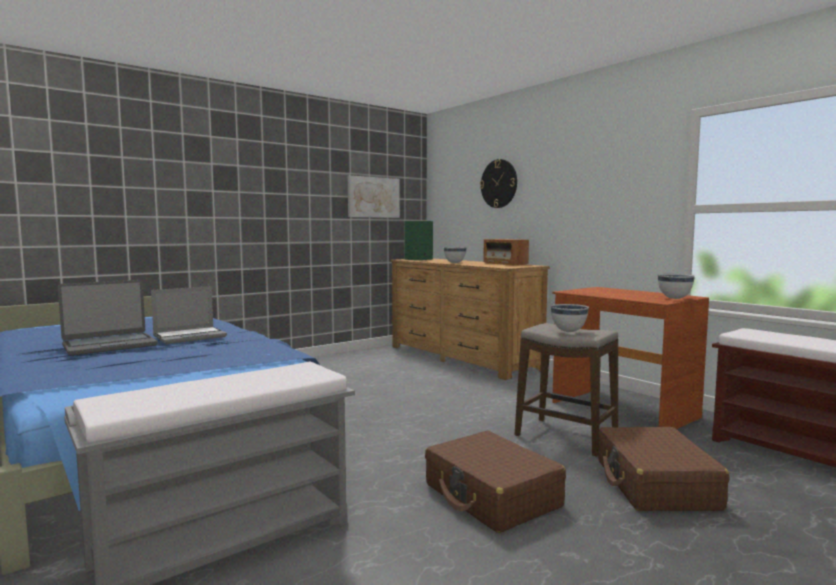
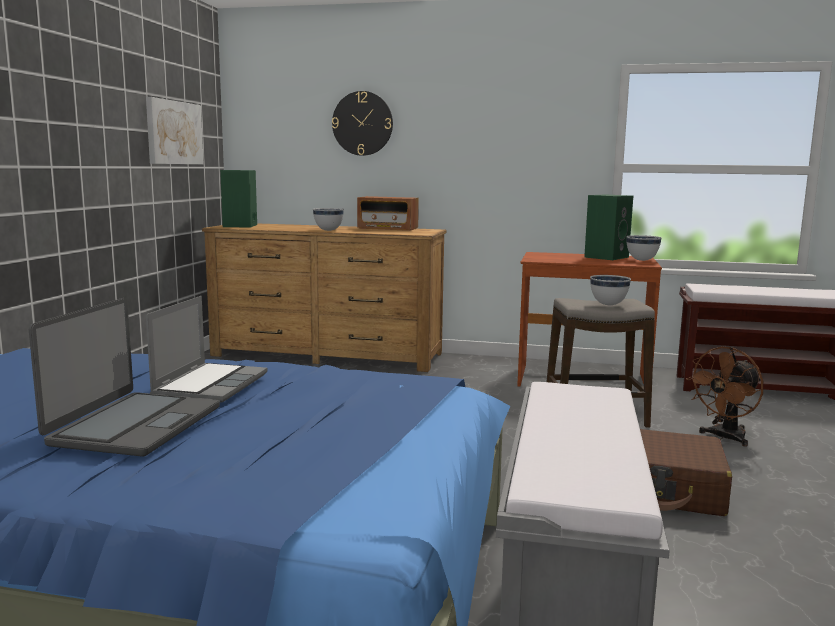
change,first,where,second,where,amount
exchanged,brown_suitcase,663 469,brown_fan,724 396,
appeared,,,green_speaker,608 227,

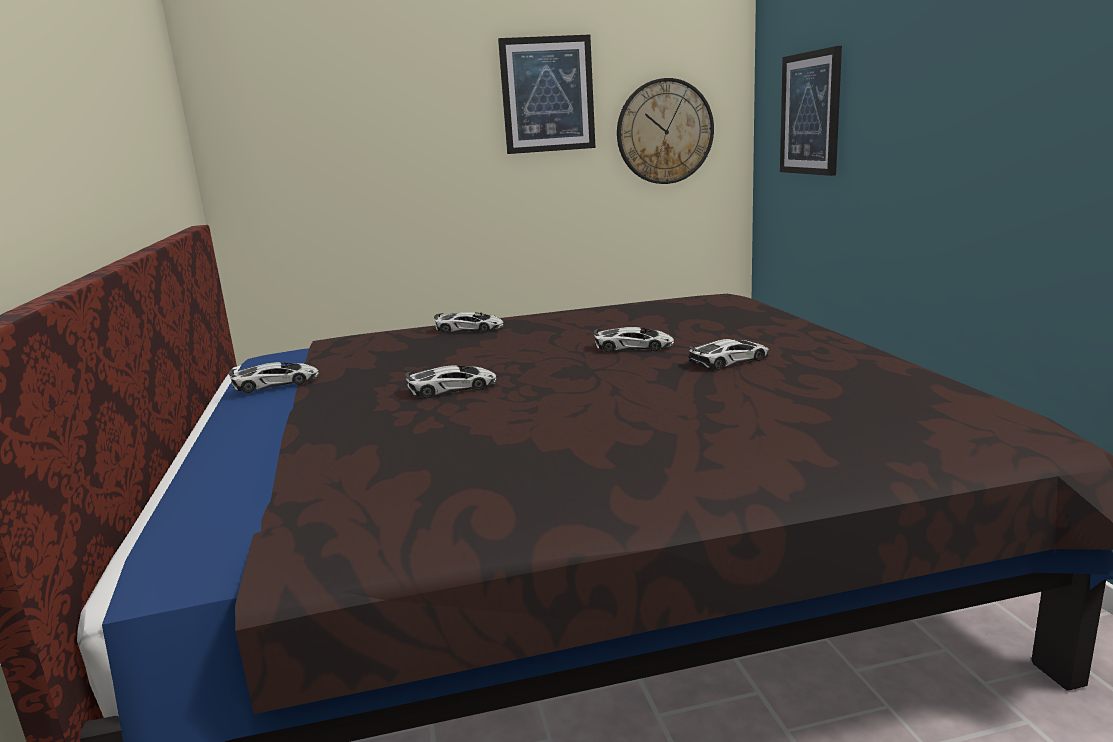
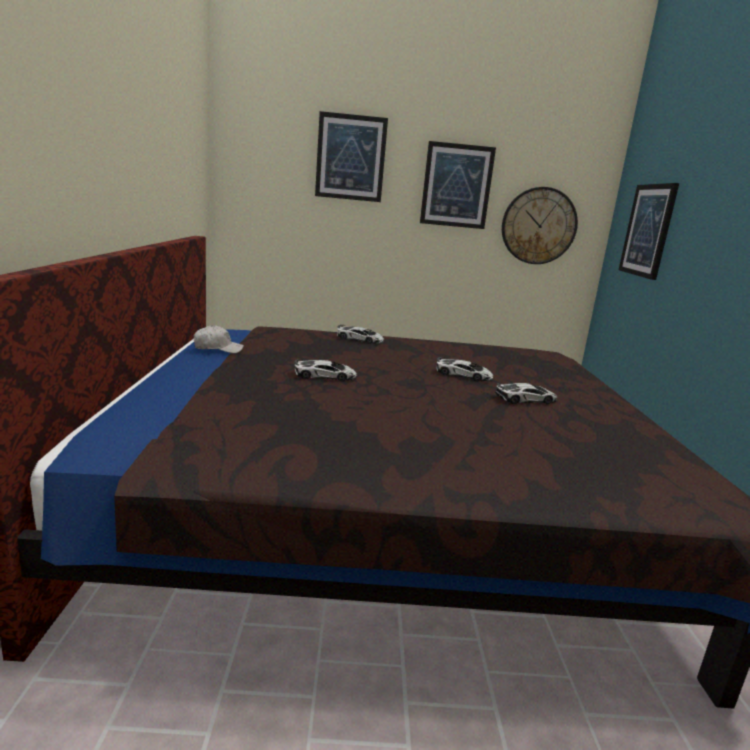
change,first,where,second,where,amount
exchanged,toy_car,273 377,white_cap,219 339,
appeared,,,picture,351 156,

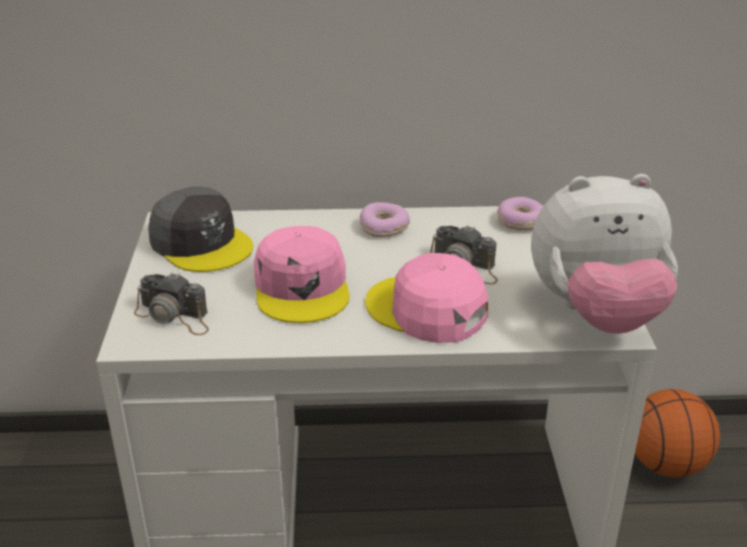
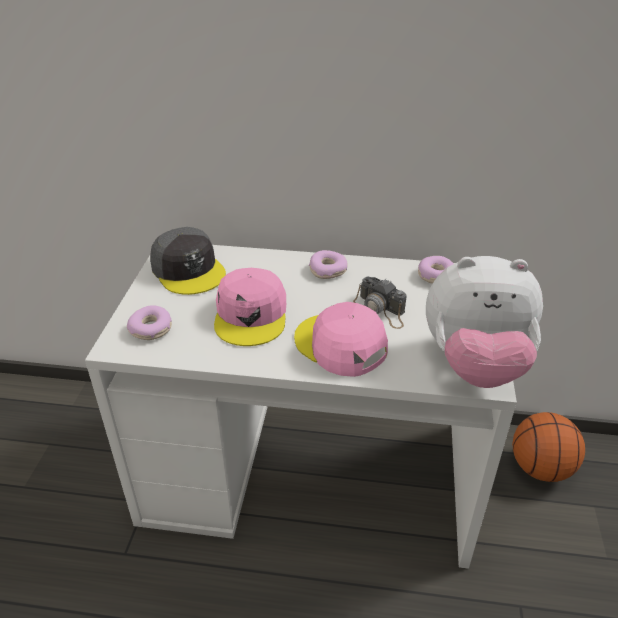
change,first,where,second,where,amount
exchanged,photo_camera,171 303,donut,149 322,

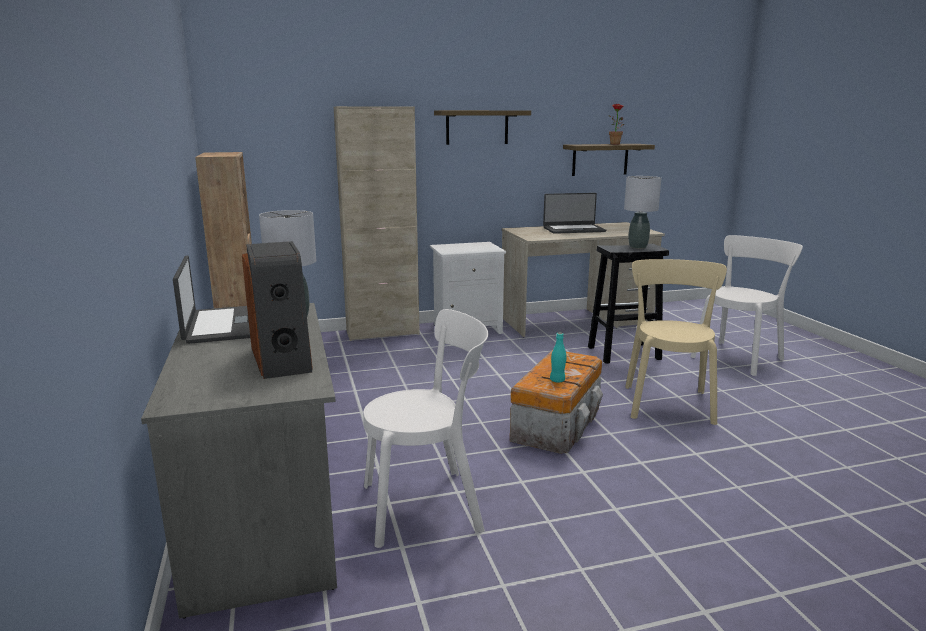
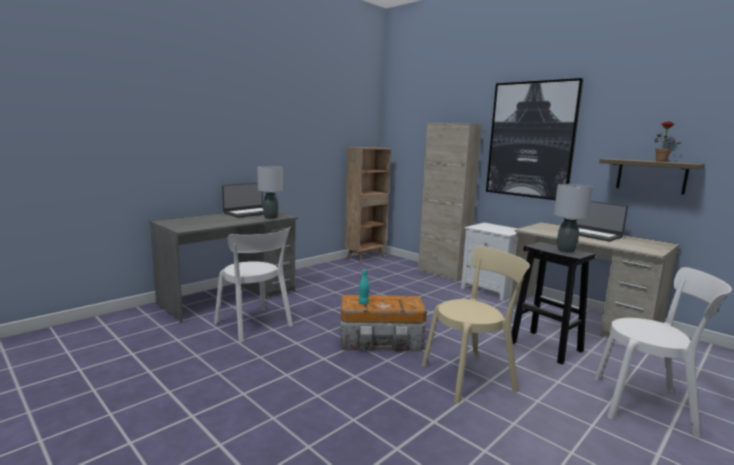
change,first,where,second,where,amount
missing,speaker,277 310,,,
exchanged,shelf,482 127,picture,535 139,

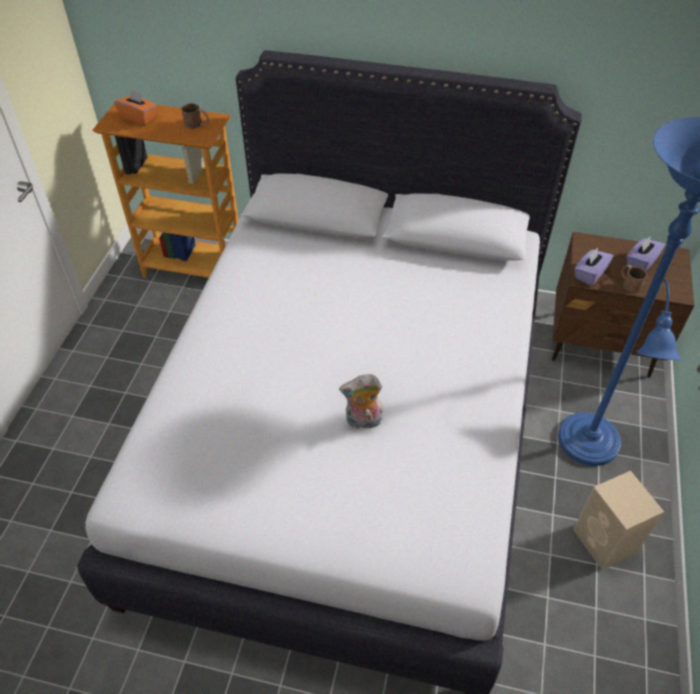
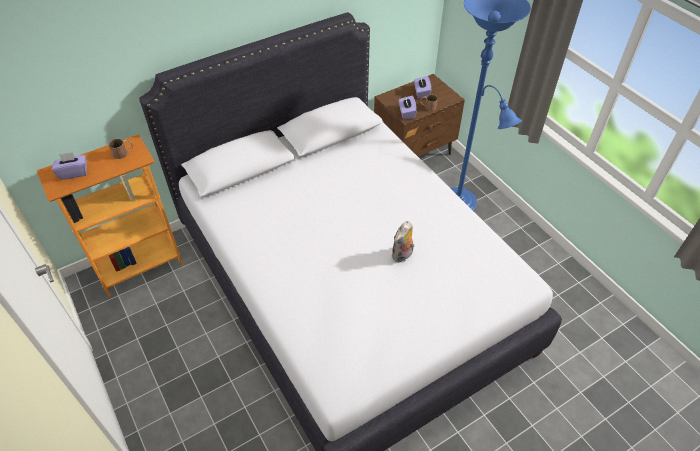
change,first,where,second,where,amount
colour,orange_tissue_box,135 107,purple_tissue_box,69 166,
missing,beige_speaker,618 520,,,

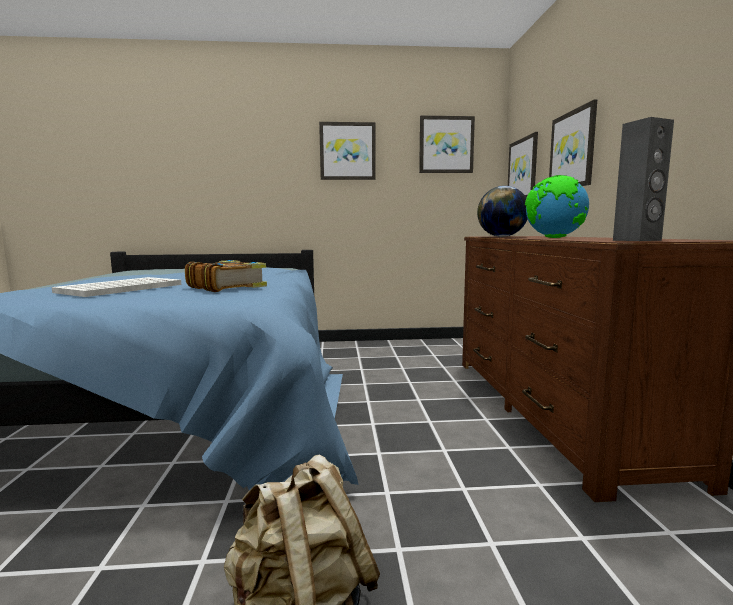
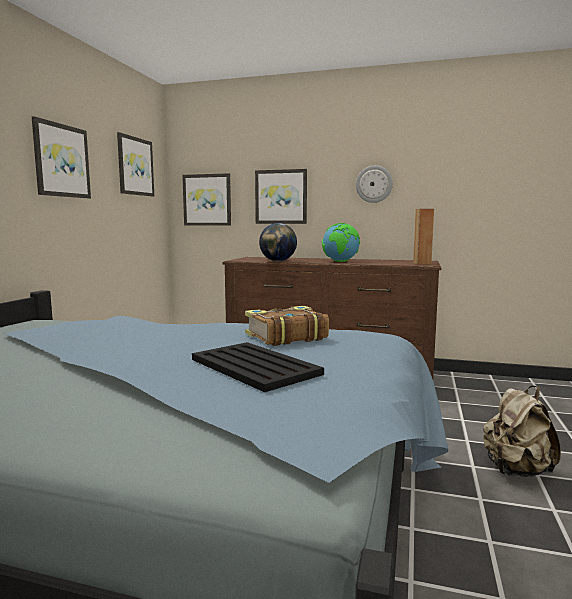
change,first,where,second,where,amount
colour,white_tray,116 287,black_tray,258 367,
colour,grey_speaker,643 179,brown_speaker,423 237,
appeared,,,wall_clock,374 184,

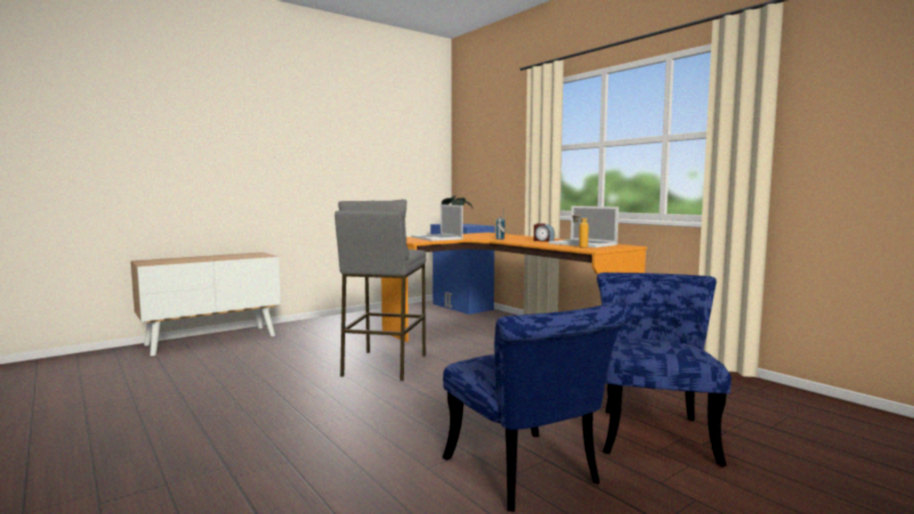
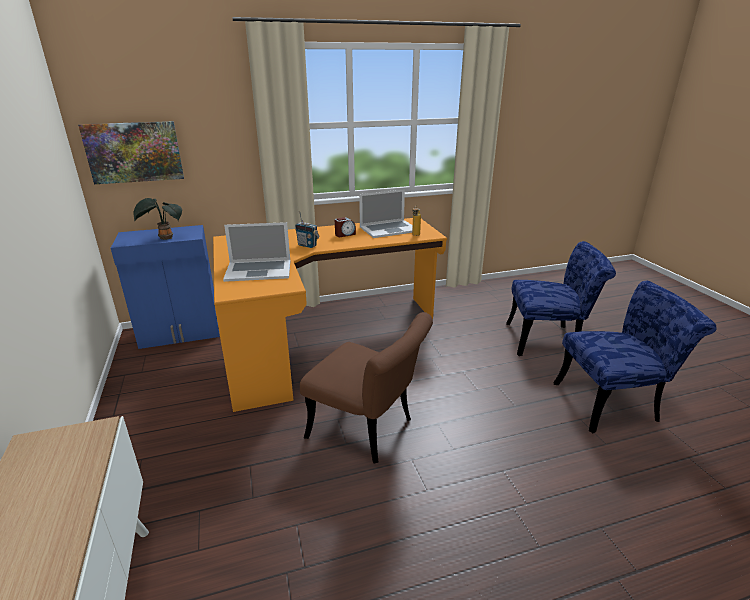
change,first,where,second,where,amount
exchanged,grey_stool,380 290,brown_chair,366 388,
spun,blue_chair,664 369,,561 298,150 degrees clockwise
appeared,,,picture,131 152,

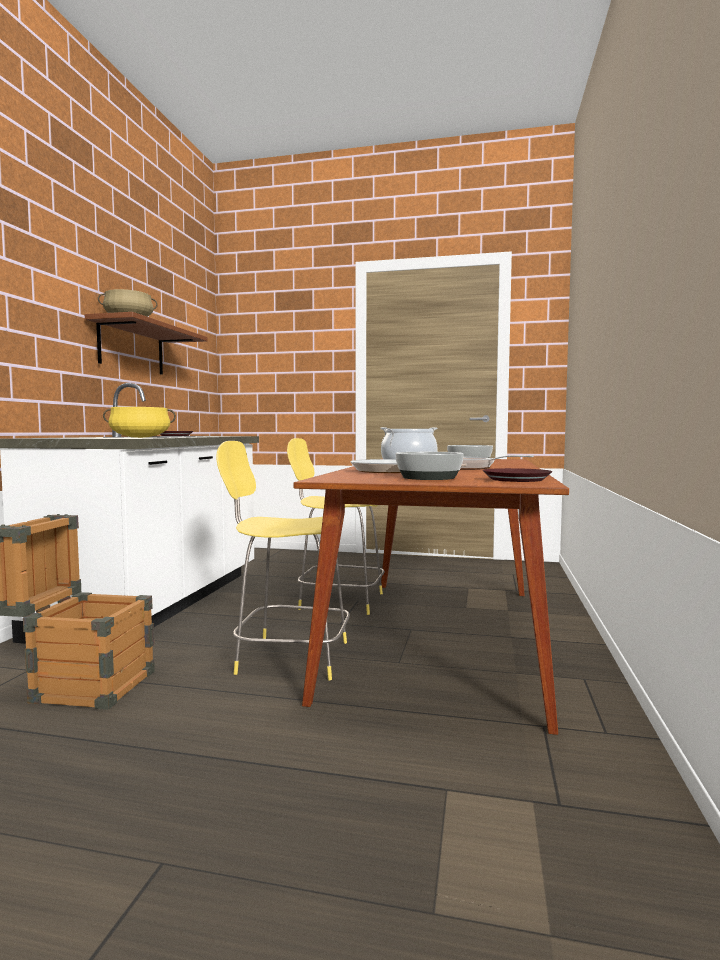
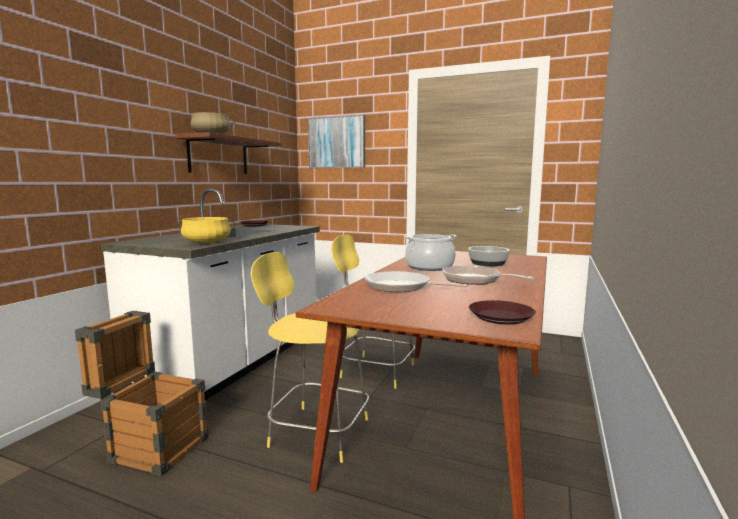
change,first,where,second,where,amount
missing,bowl,429 466,,,
appeared,,,picture,336 141,

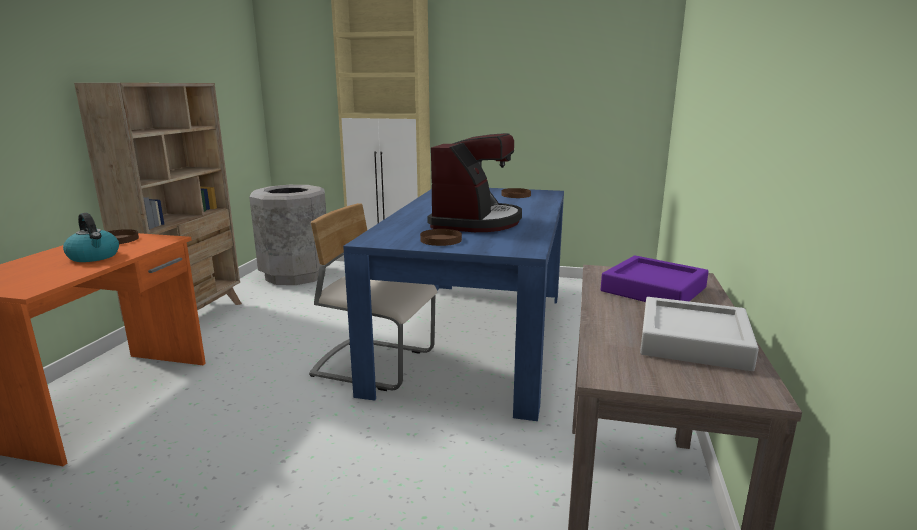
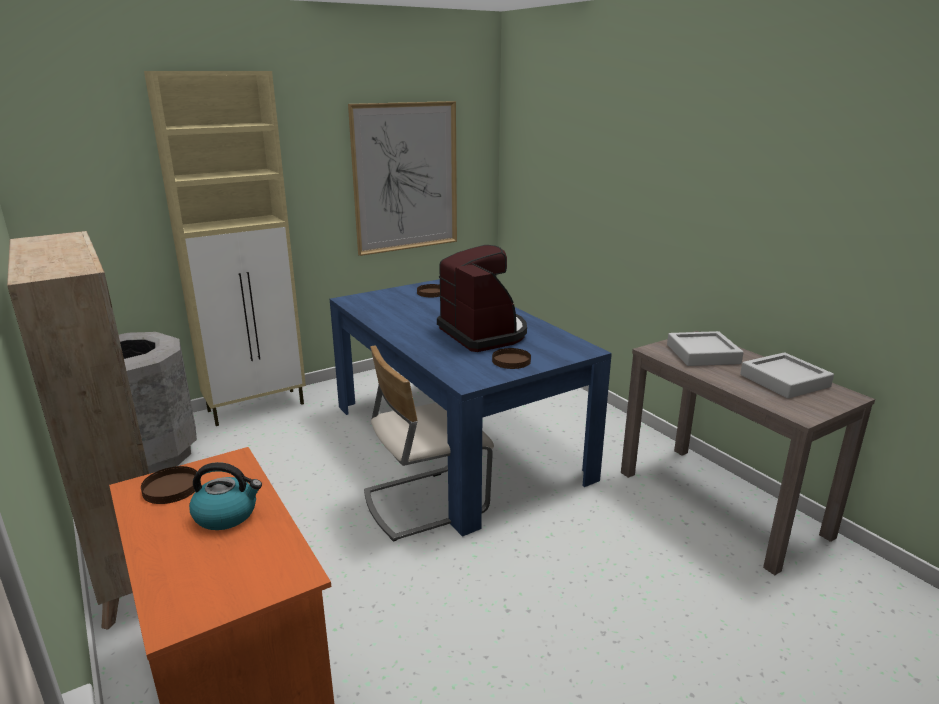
change,first,where,second,where,amount
colour,purple_tray,655 278,grey_tray,705 348,
appeared,,,picture,402 178,

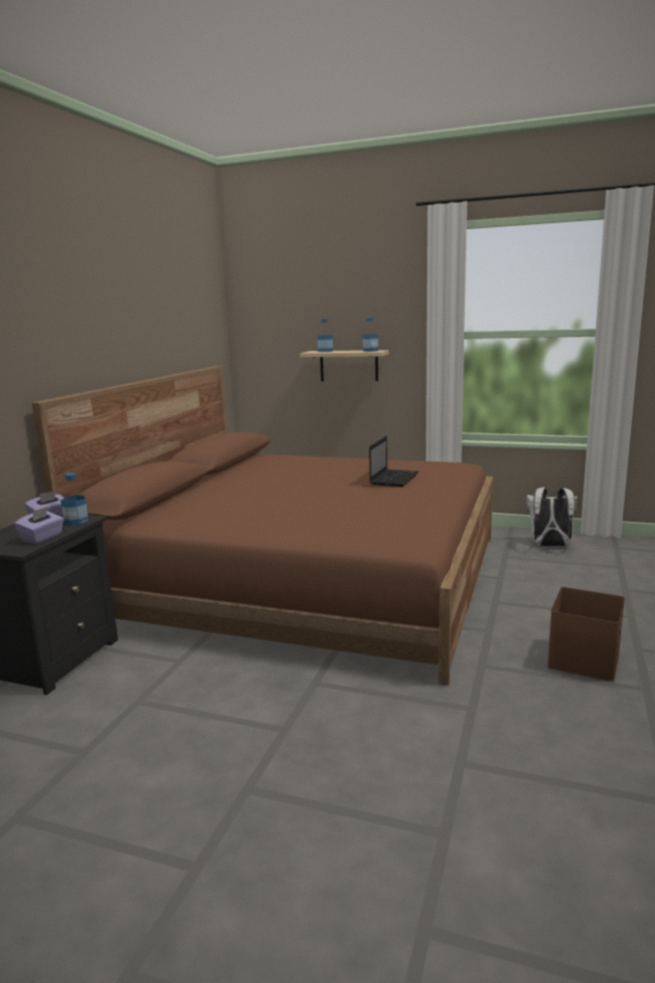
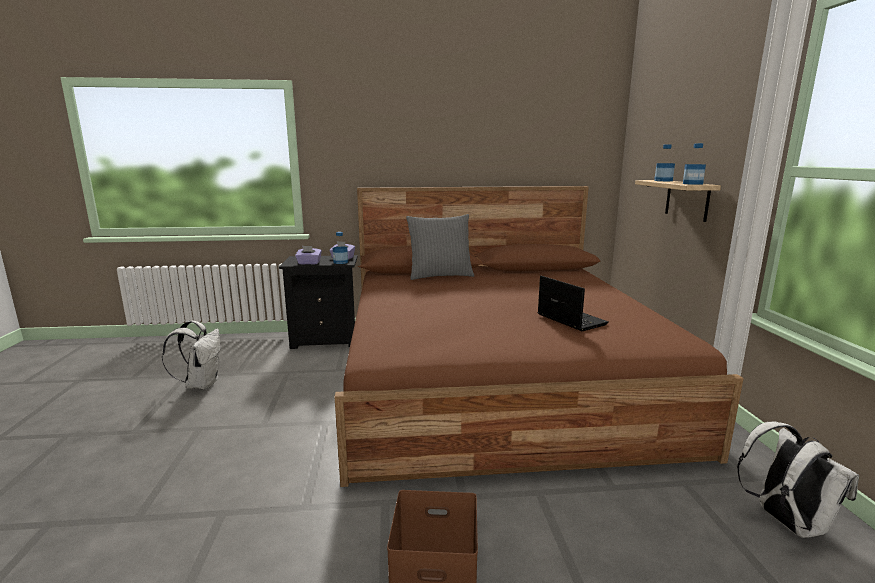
change,first,where,second,where,amount
spun,laptop,394 461,,573 303,120 degrees counterclockwise
appeared,,,white_backpack,191 355,
appeared,,,grey_pillow,440 247,

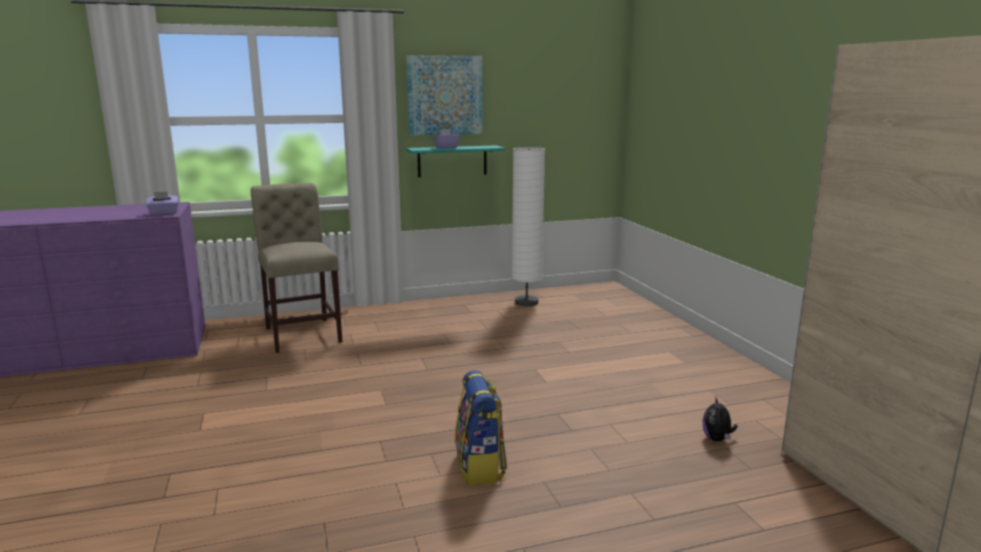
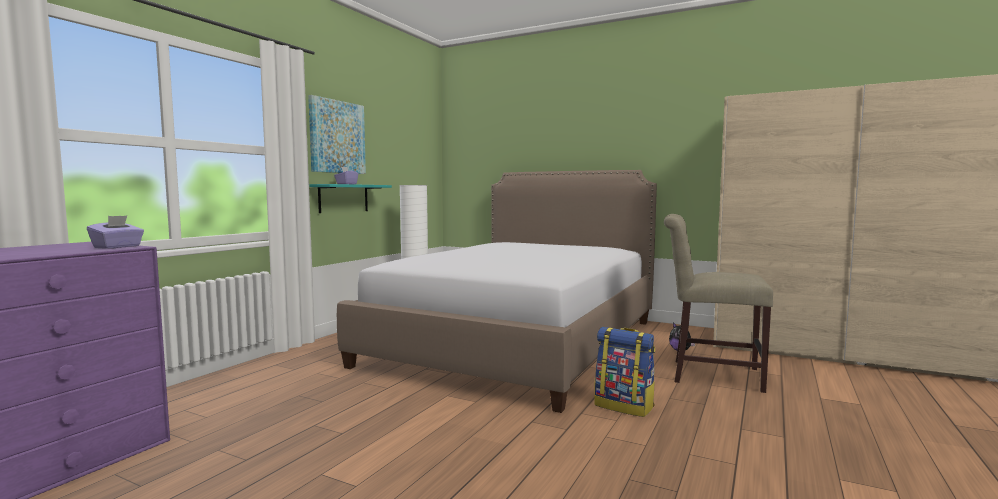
change,first,where,second,where,amount
relocated,beige_chair,296 268,,718 303,
appeared,,,bed,497 291,

